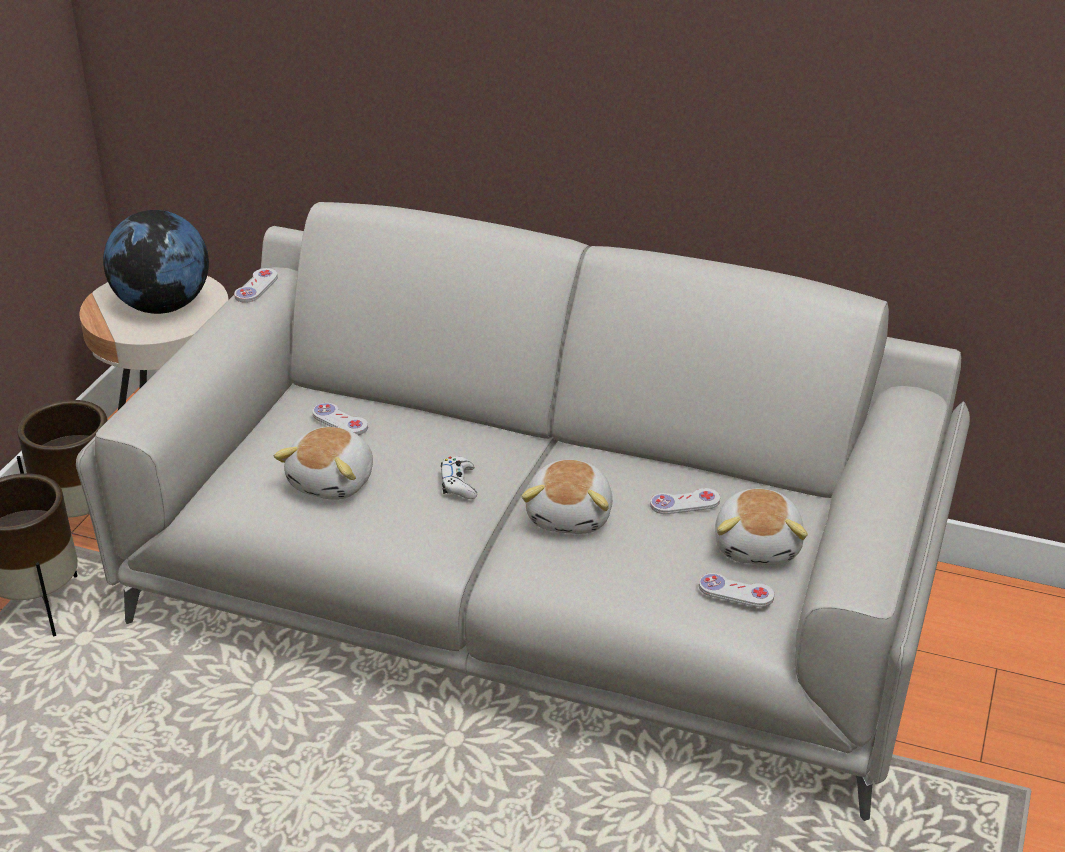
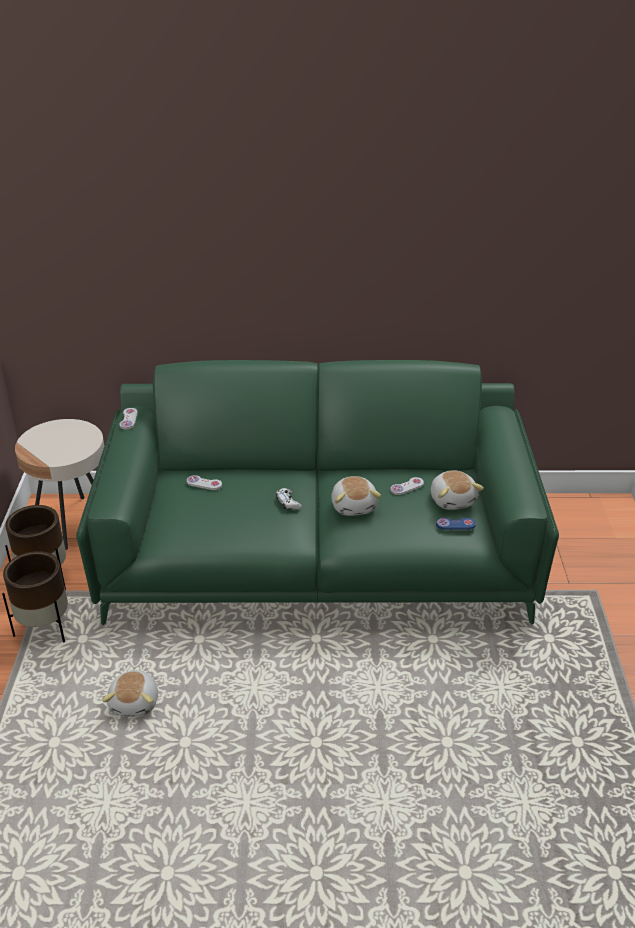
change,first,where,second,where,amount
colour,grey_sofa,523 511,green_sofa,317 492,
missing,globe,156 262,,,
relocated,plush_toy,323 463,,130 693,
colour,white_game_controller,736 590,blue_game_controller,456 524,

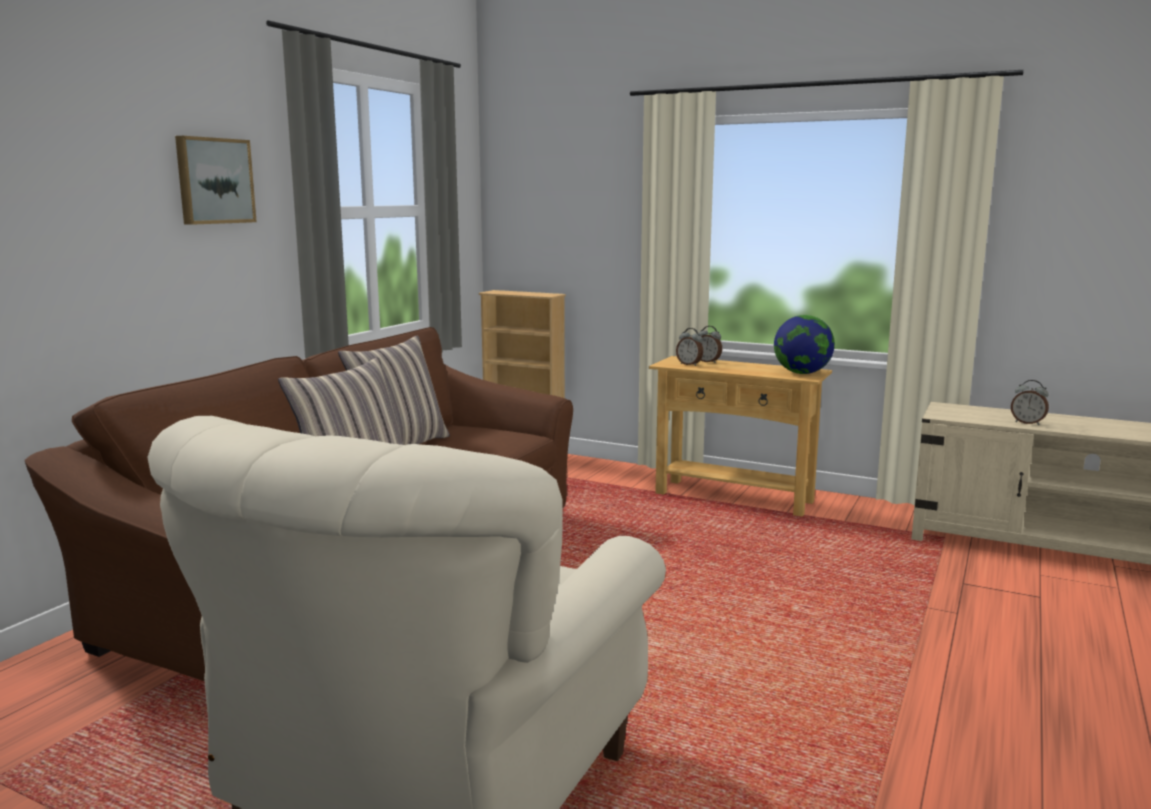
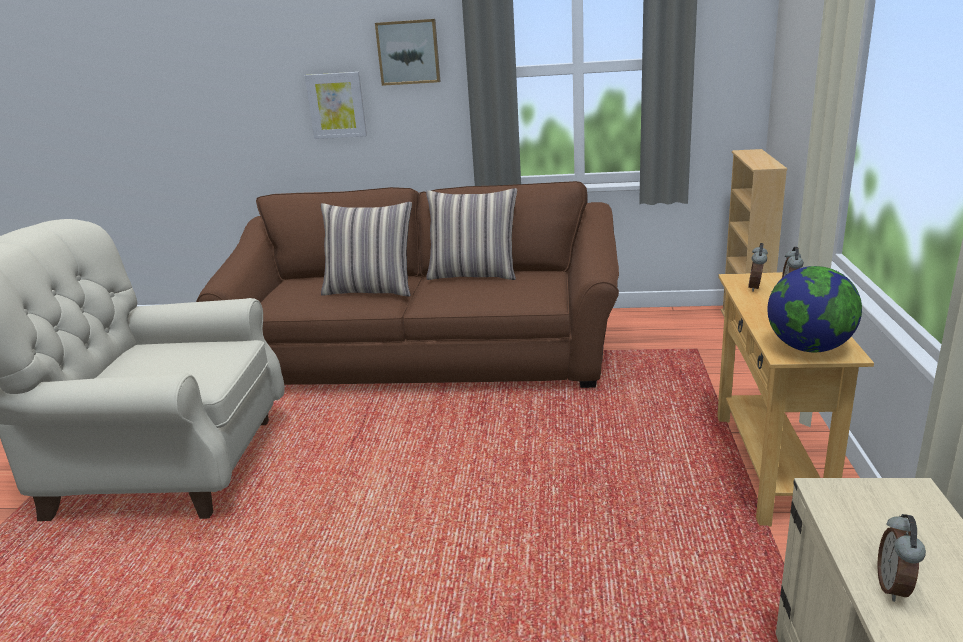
change,first,where,second,where,amount
appeared,,,picture,336 105,

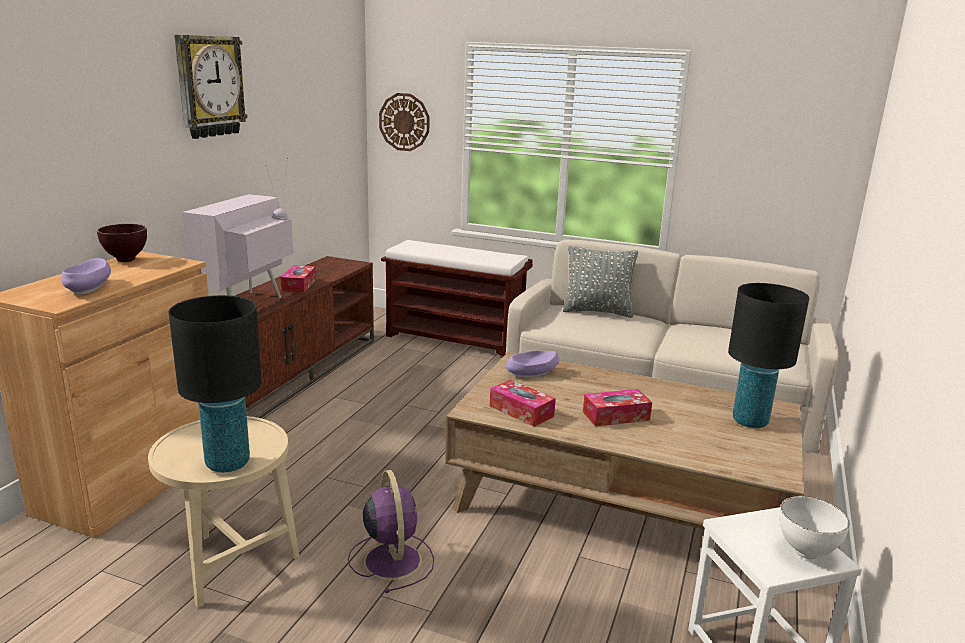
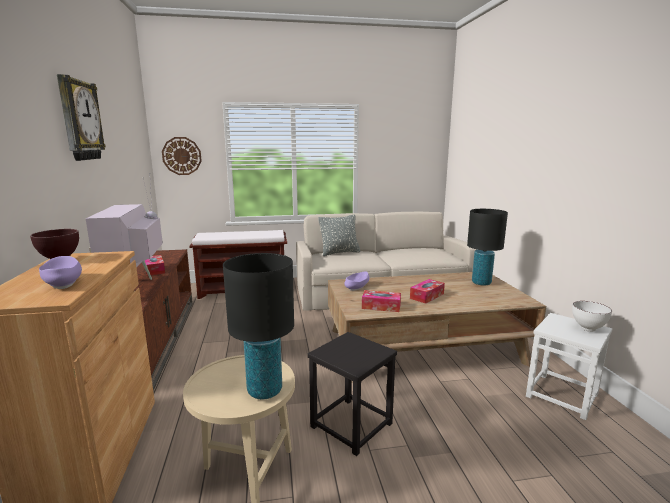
change,first,where,second,where,amount
exchanged,purple_fan,391 531,black_stool,352 394,

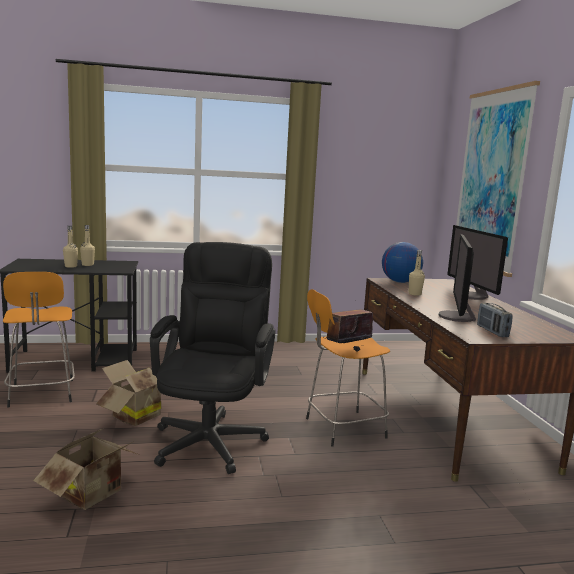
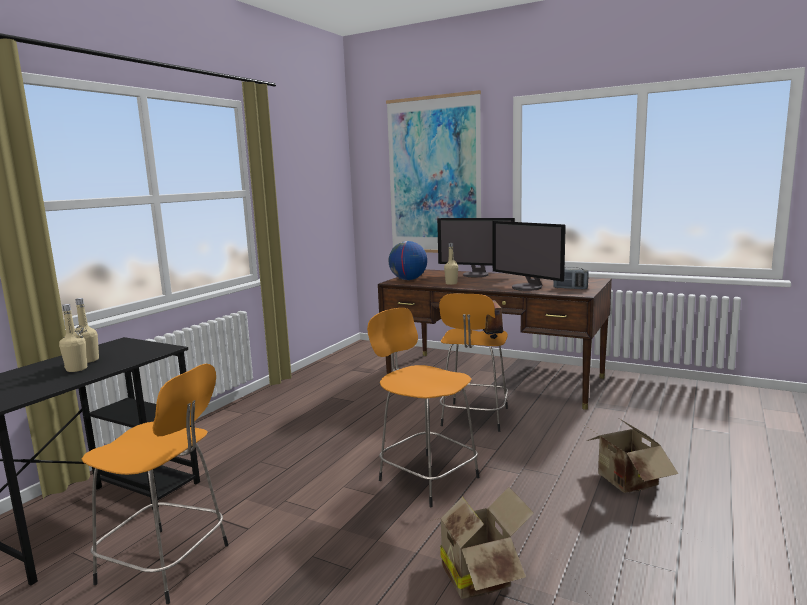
change,first,where,second,where,amount
relocated,cardboard_box,128 393,,632 456,
exchanged,black_office_chair,213 358,orange_stool,423 407,

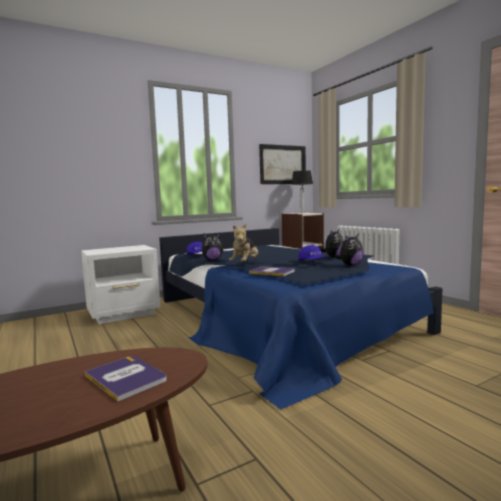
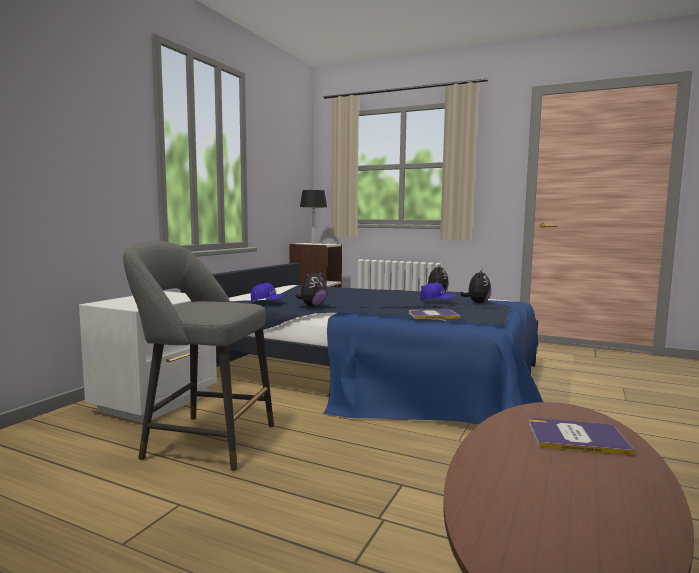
change,first,where,second,where,amount
missing,plush_toy,243 243,,,
missing,picture,282 164,,,
appeared,,,grey_stool,198 356,

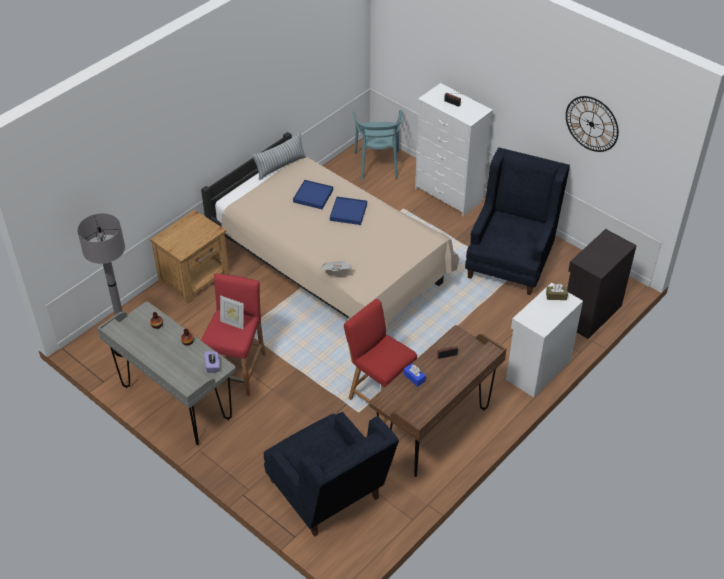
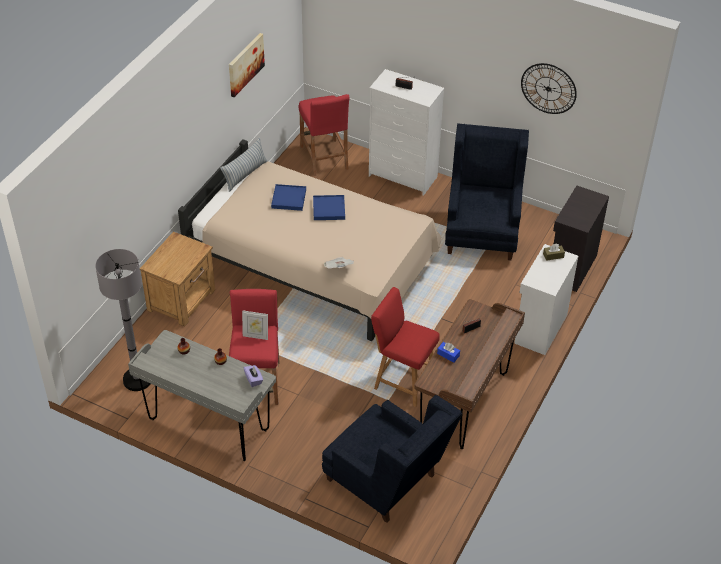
change,first,where,second,where,amount
exchanged,turquoise_chair,378 145,red_stool,324 135,
appeared,,,picture,247 65,

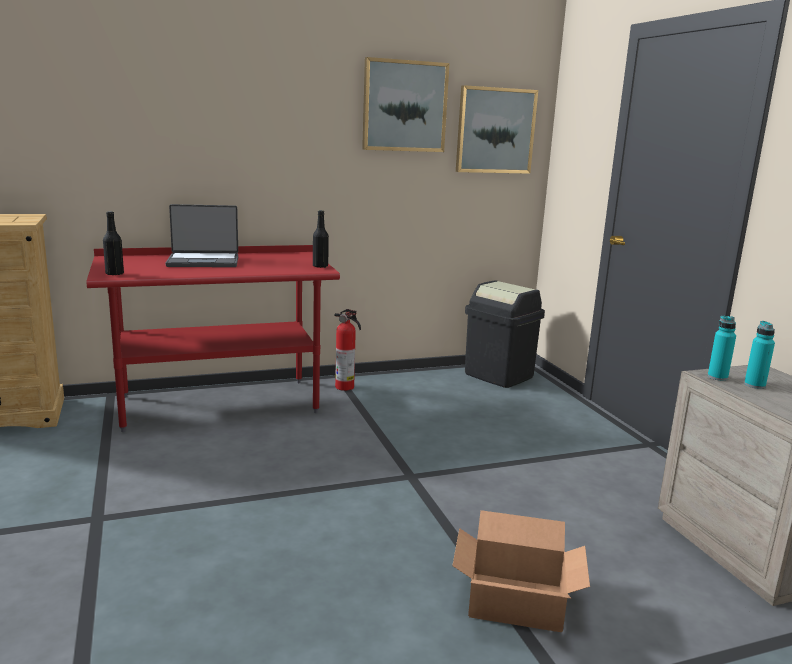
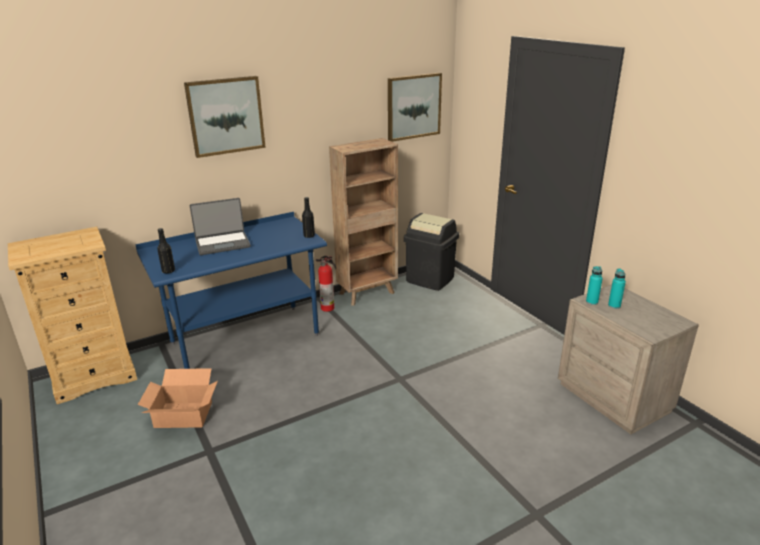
change,first,where,second,where,amount
colour,red_desk,213 338,blue_desk,231 290,
relocated,picture,405 104,,225 117,
relocated,cardboard_box,521 571,,178 398,
appeared,,,brown_bookcase,363 222,

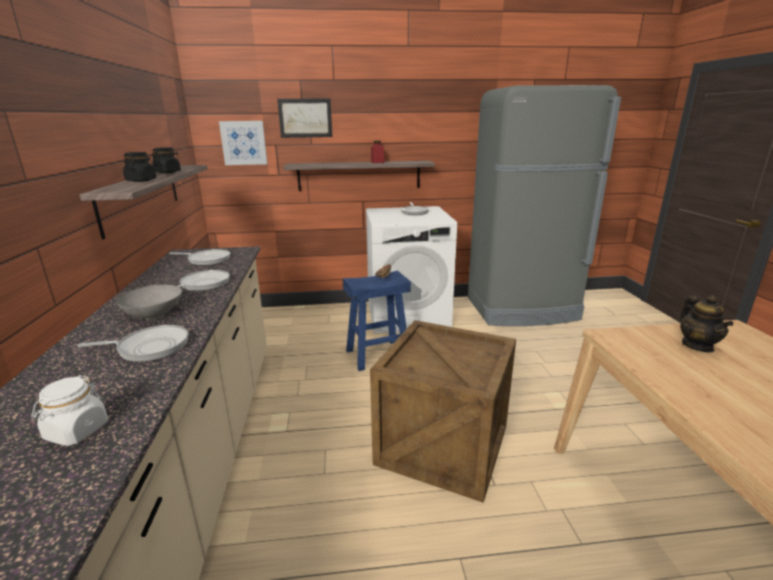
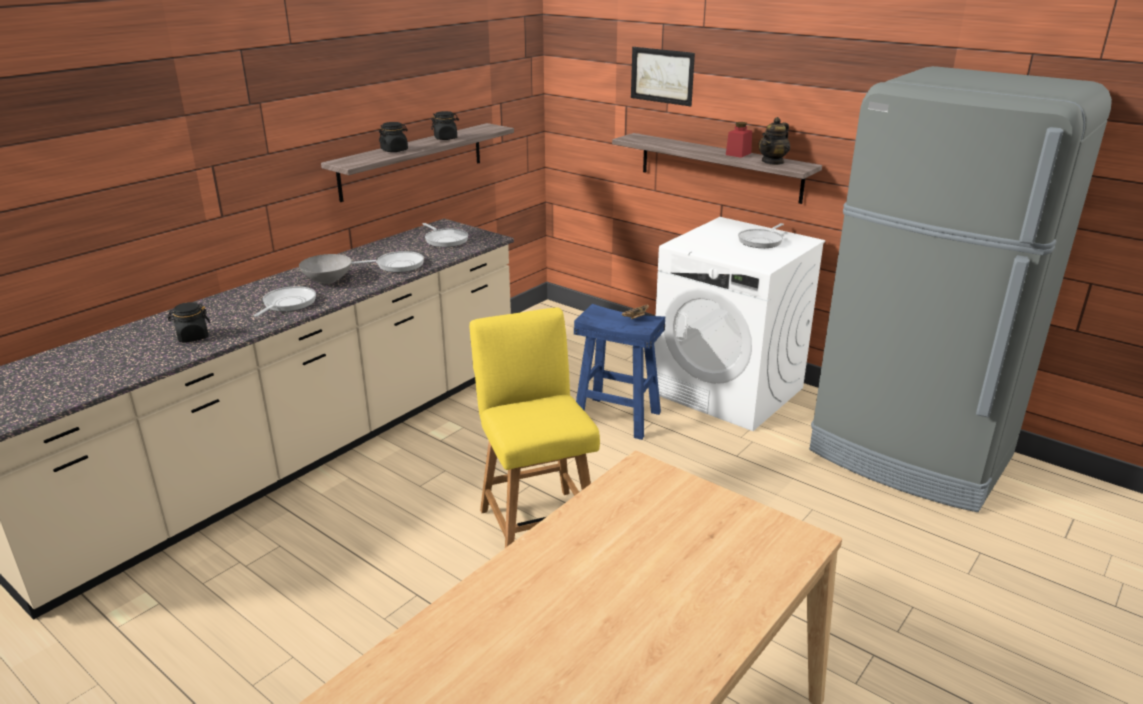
change,first,where,second,where,amount
colour,white_jar,69 410,black_jar,188 322,
spun,frying_pan,133 343,,285 301,105 degrees counterclockwise
missing,picture,243 143,,,
exchanged,crate,443 411,yellow_chair,534 427,
relocated,teapot,706 323,,774 141,

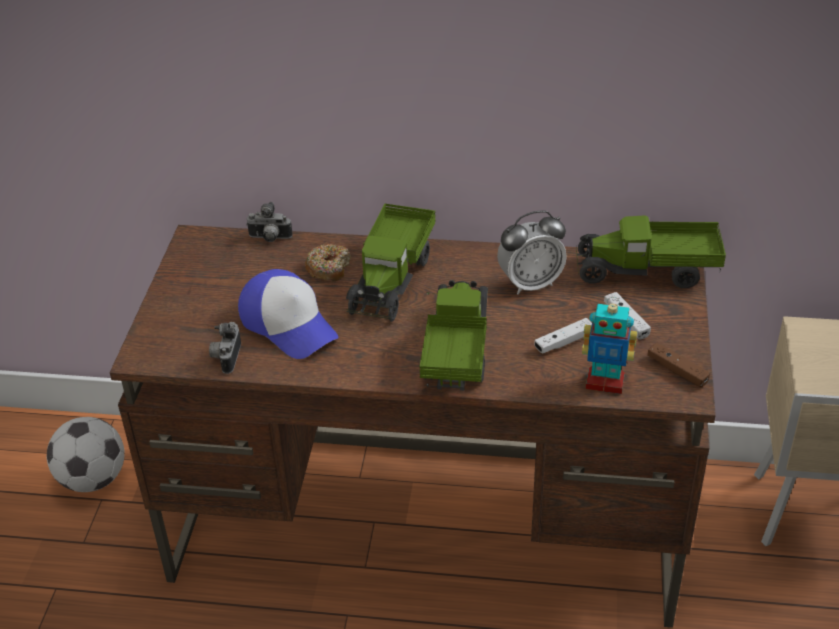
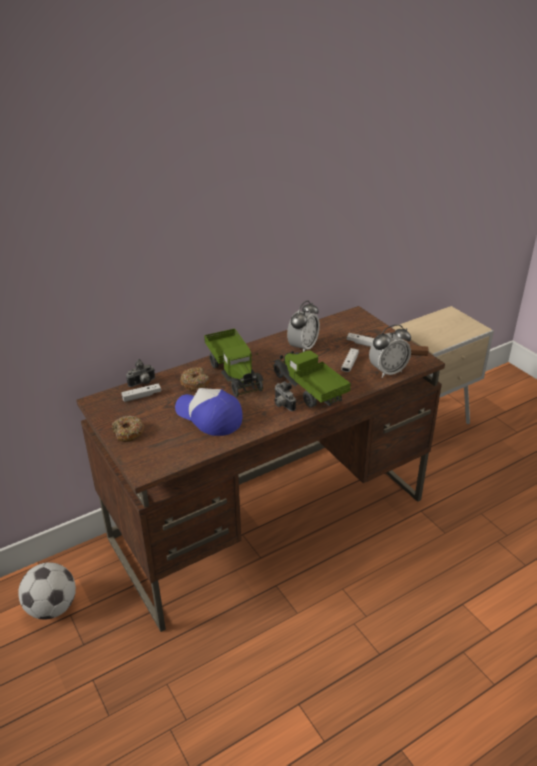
change,first,where,second,where,amount
relocated,photo_camera,225 348,,285 396,
spun,cap,288 314,,208 412,150 degrees counterclockwise
missing,toy_truck,651 251,,,
exchanged,toy_robot,609 345,alarm_clock,390 351,
appeared,,,donut,128 429,
appeared,,,white_game_controller,141 392,

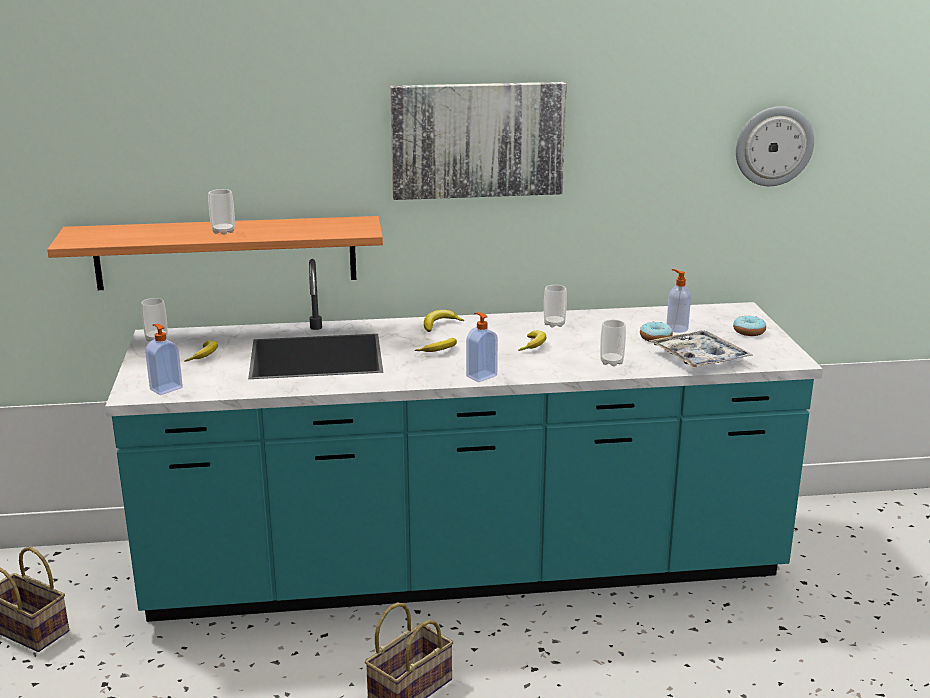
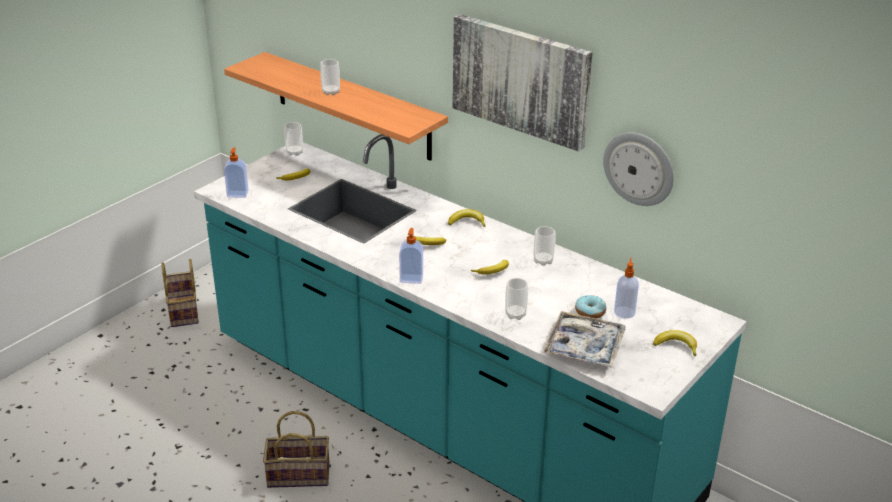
change,first,where,second,where,amount
exchanged,donut,749 326,banana,675 343,
relocated,wall_clock,775 146,,638 169,

